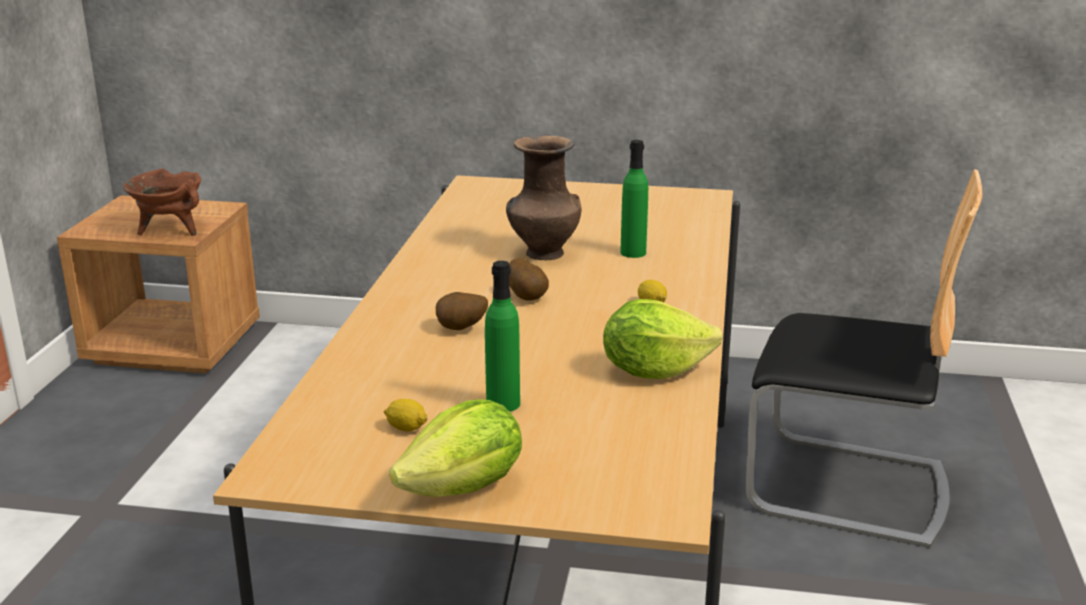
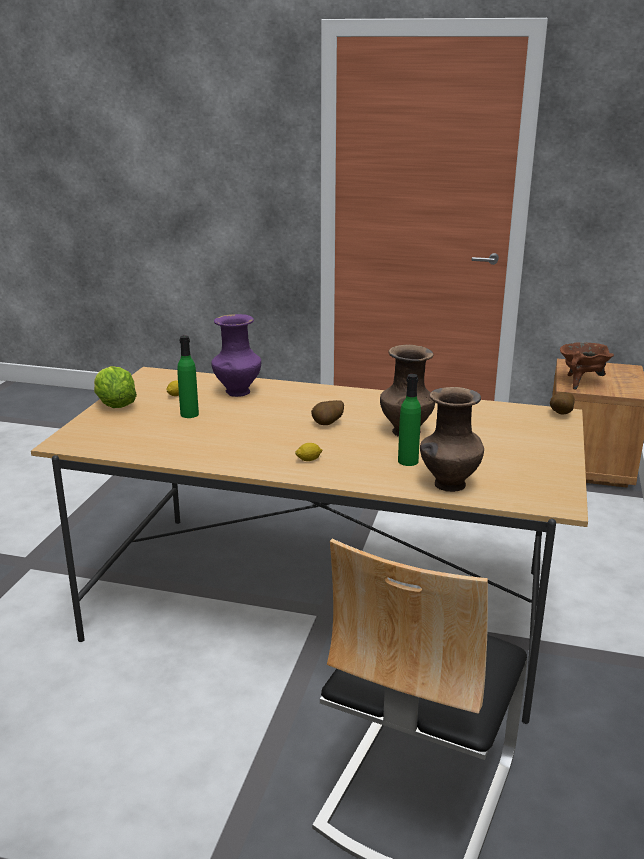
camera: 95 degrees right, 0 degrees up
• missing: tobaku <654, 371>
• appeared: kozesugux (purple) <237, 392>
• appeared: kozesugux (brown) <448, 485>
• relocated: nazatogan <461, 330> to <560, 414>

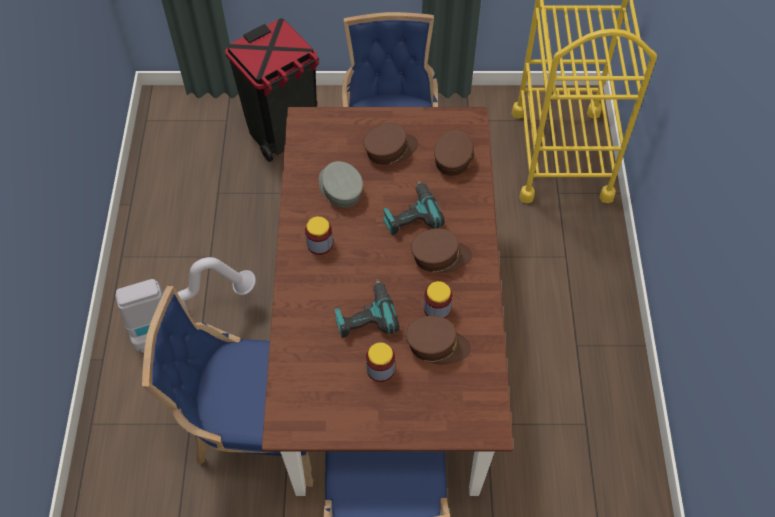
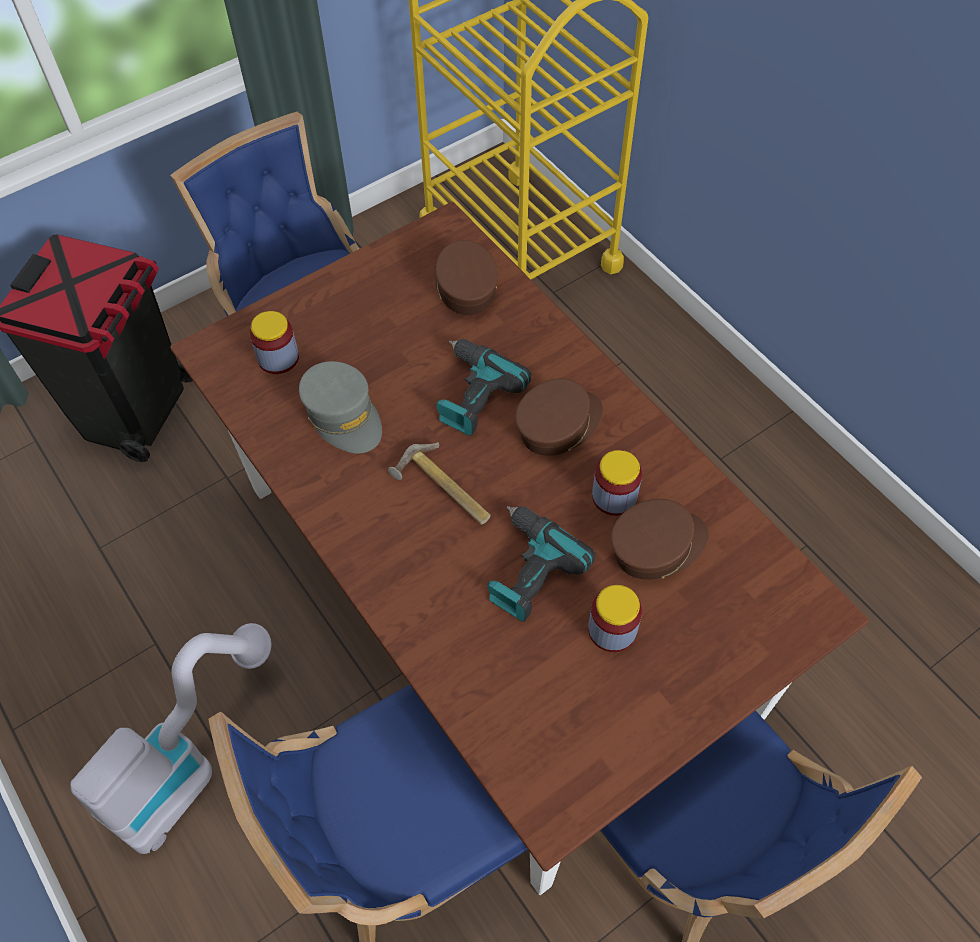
camera: 35 degrees left, 0 degrees up
• missing: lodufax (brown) <390, 150>
• appeared: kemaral <442, 491>
• relocated: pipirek <319, 244> to <278, 358>
• spun: lodufax (grey) <340, 189> = <343, 416> 150 degrees counterclockwise

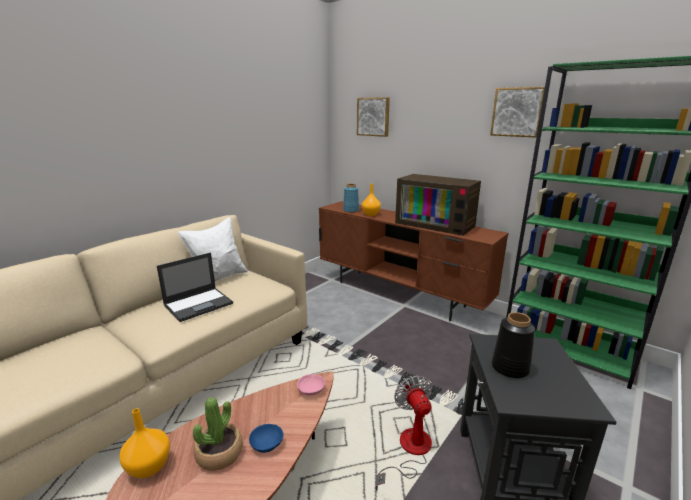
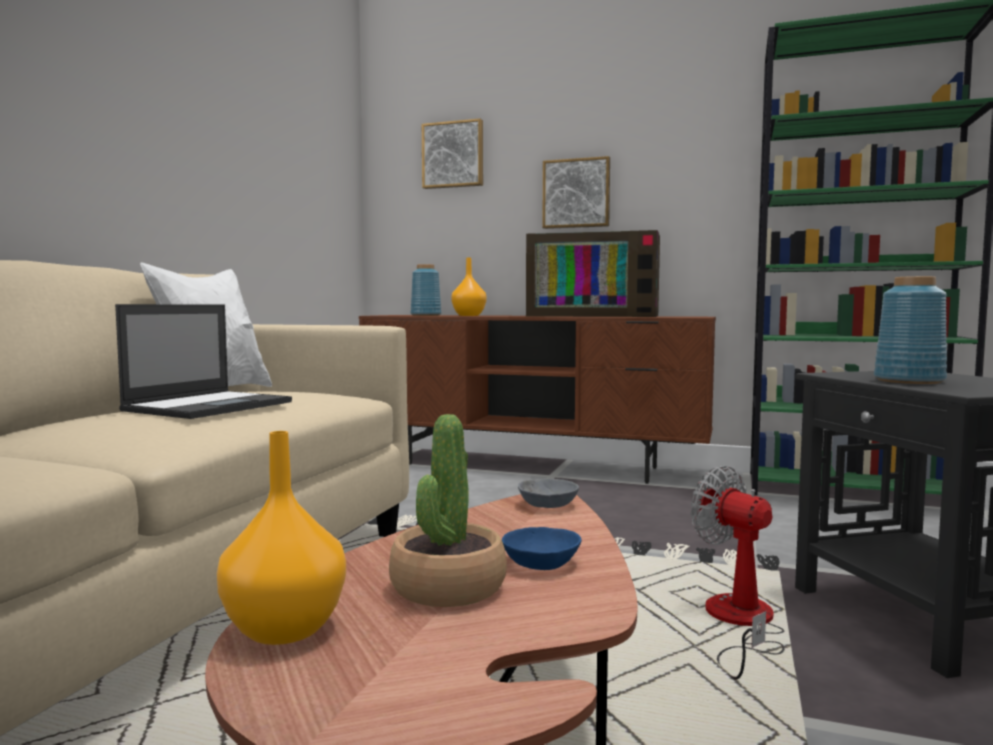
camera: 20 degrees left, 15 degrees down
• relocated: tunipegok <518, 112> to <576, 193>
• colour: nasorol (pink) <311, 391> to nasorol (grey) <548, 505>
• colour: kozesugux (black) <509, 367> to kozesugux (blue) <908, 381>

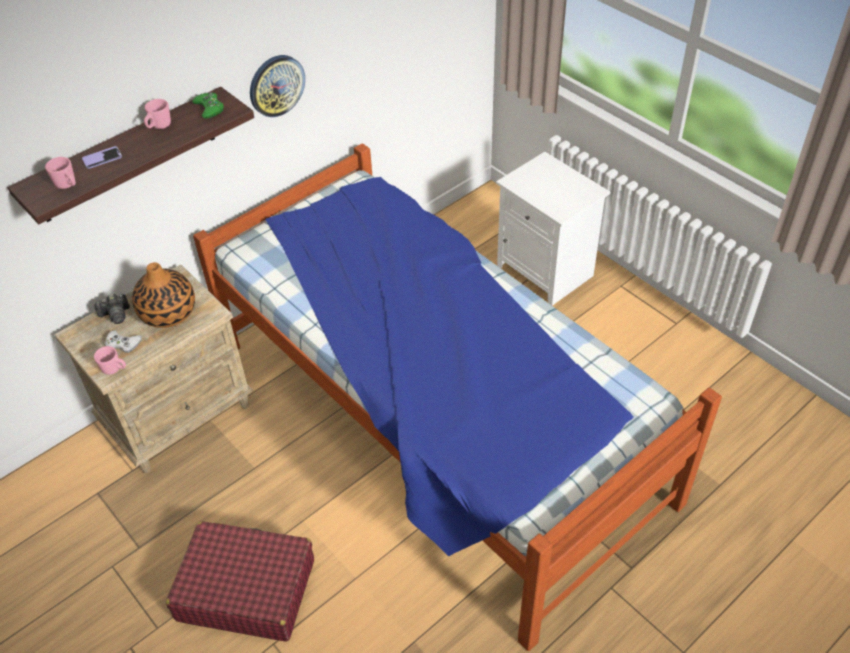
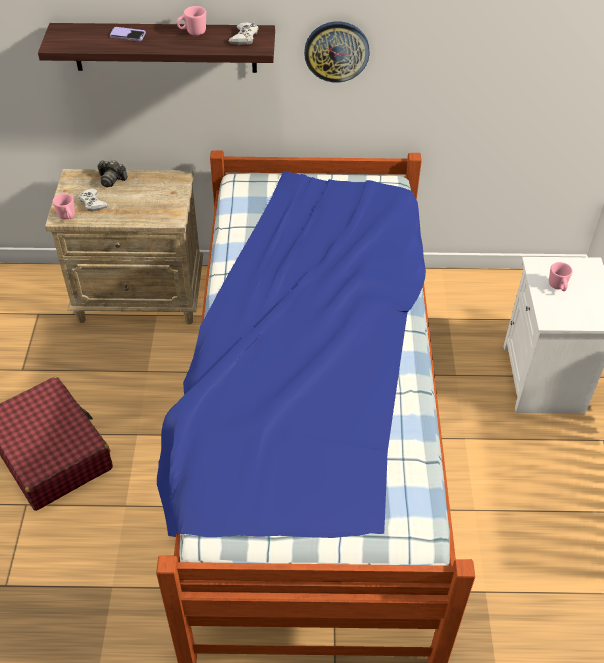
camera: 40 degrees right, 0 degrees up
• missing: kozesugux <168, 313>
• relocated: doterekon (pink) <68, 185> to <558, 287>
• colour: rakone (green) <209, 108> to rakone (white) <244, 37>

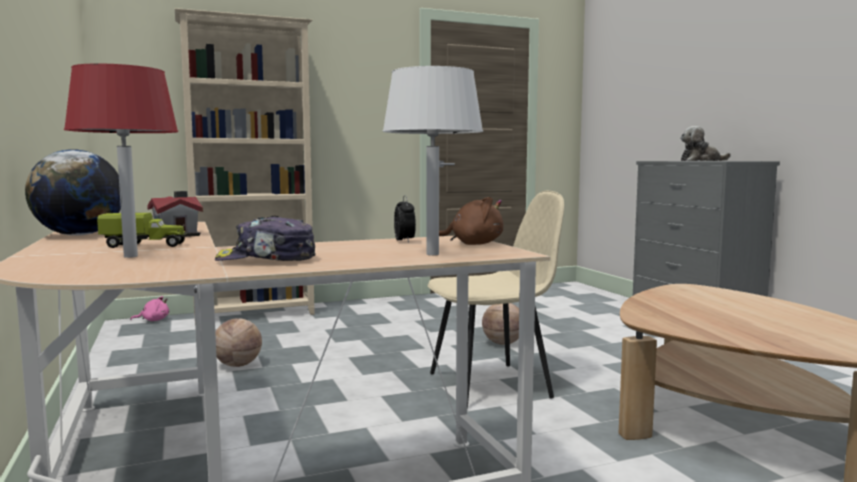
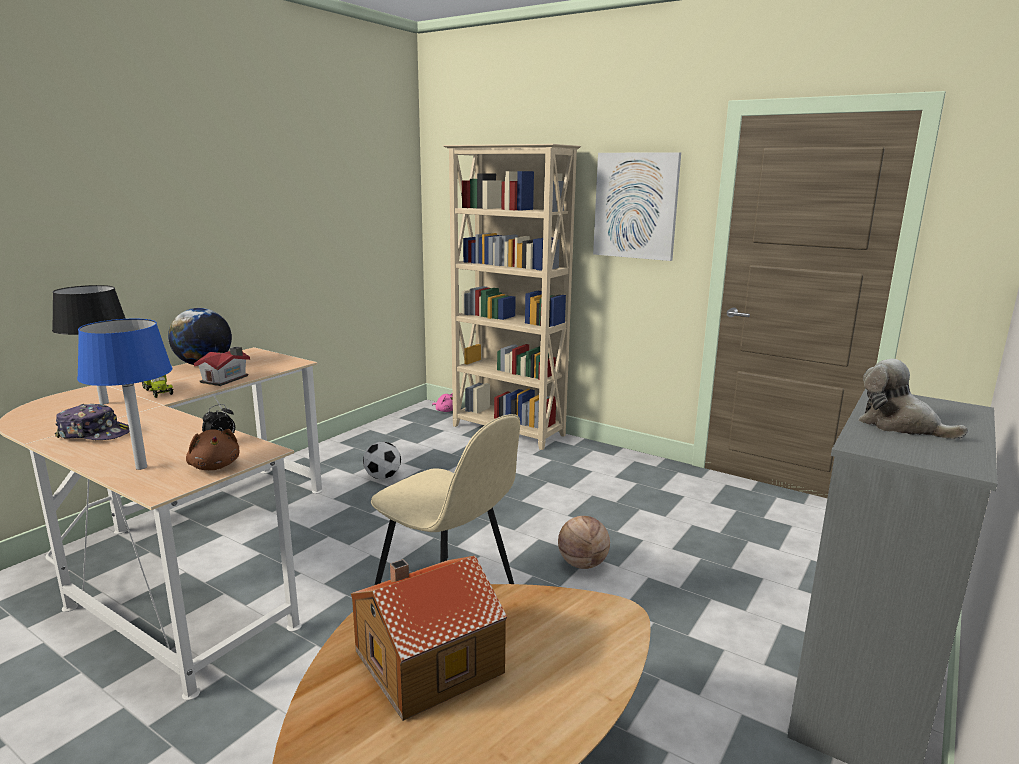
camera: 55 degrees right, 10 degrees up
• appeared: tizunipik <425, 661>
• appeared: tunipegok <636, 206>
• exchanged: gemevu <238, 365> to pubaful <382, 477>
• colour: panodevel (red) <130, 256> to panodevel (black) <104, 403>
• colour: panodevel (white) <432, 254> to panodevel (blue) <141, 467>
• spun: lodufax <267, 260> = <94, 434> 135 degrees clockwise

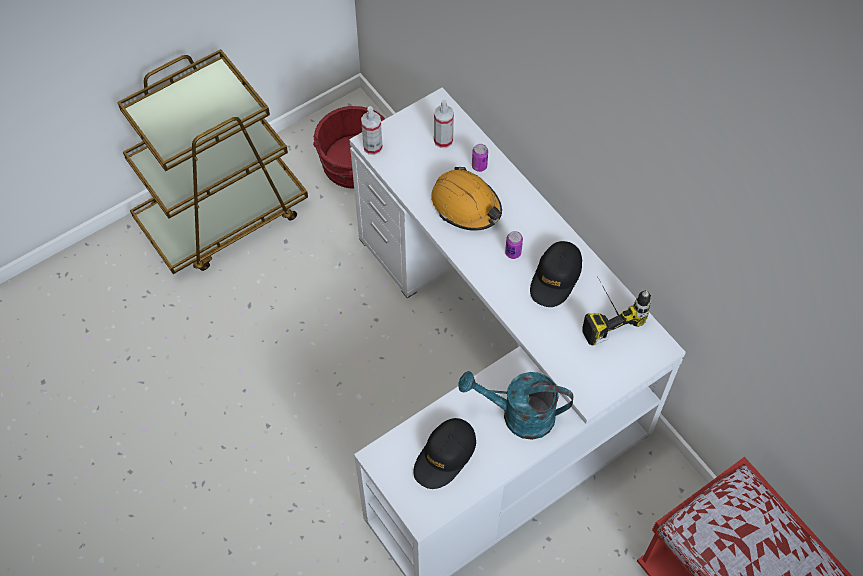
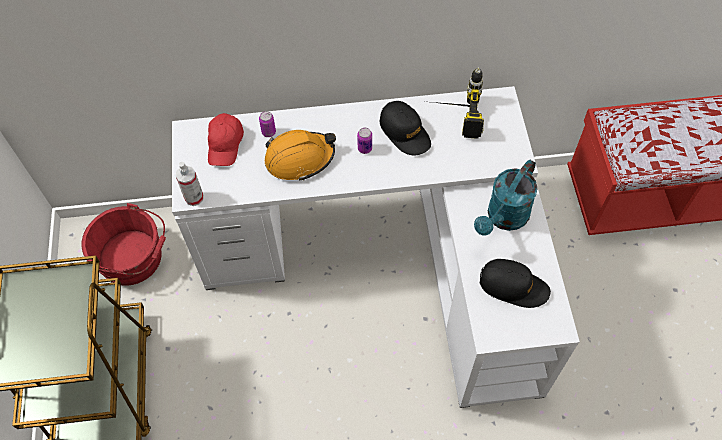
camera: 60 degrees left, 0 degrees up
• exchanged: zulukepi <443, 140> to lodufax (red) <225, 144>
• spun: lodufax (black) <445, 456> = <513, 286> 45 degrees counterclockwise

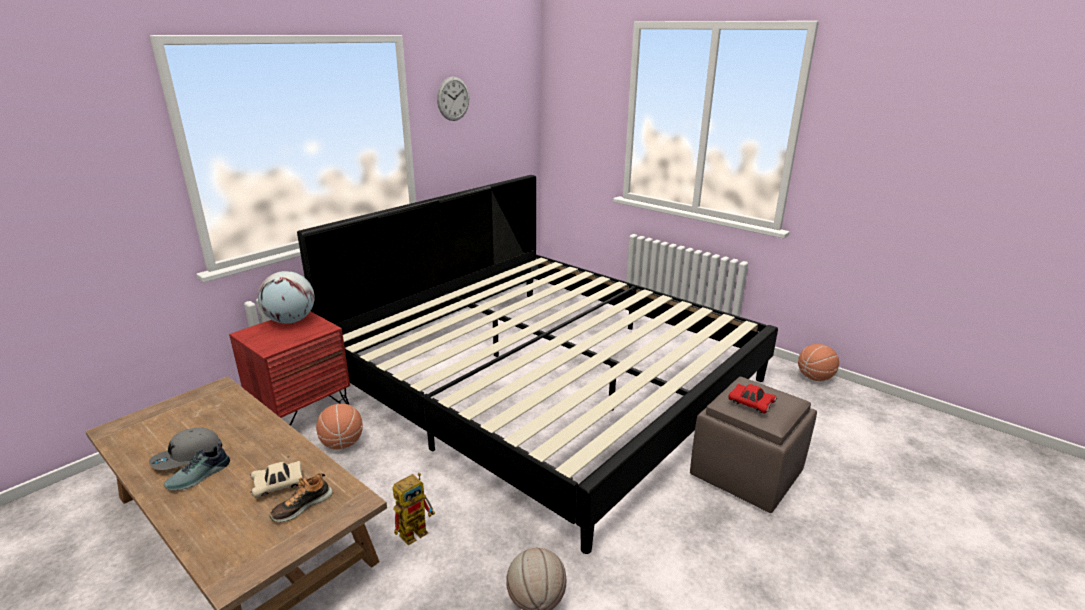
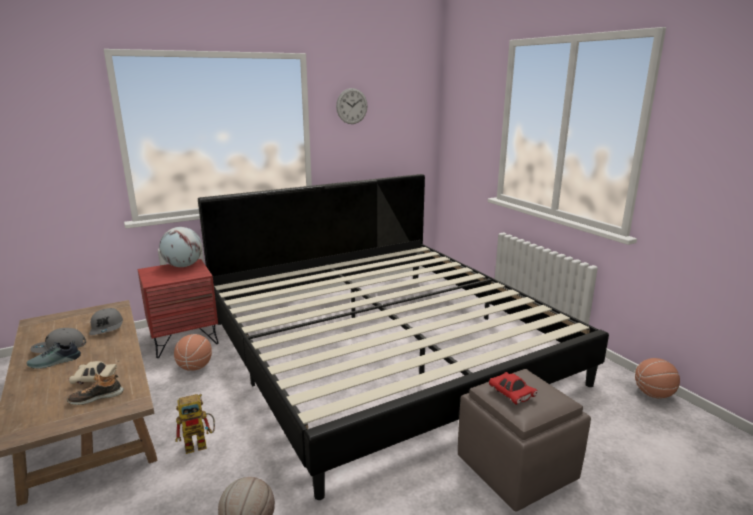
camera: 20 degrees right, 5 degrees down
• appeared: lodufax (grey) <107, 327>

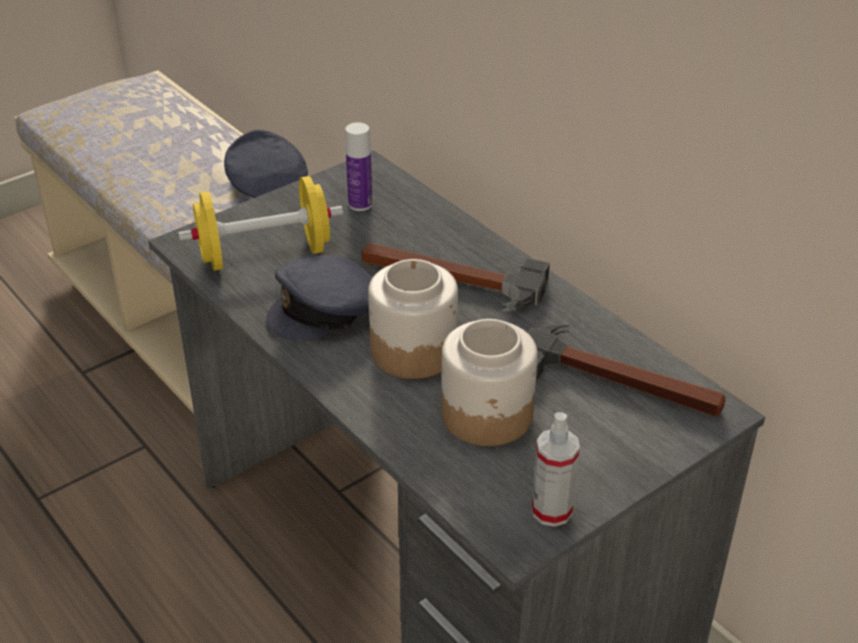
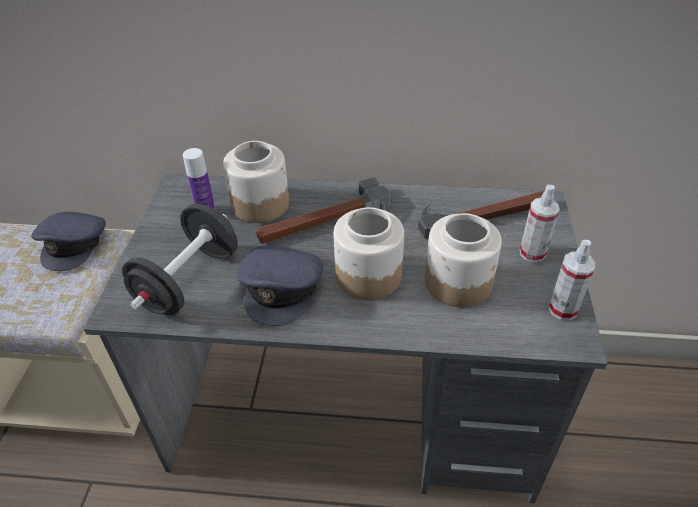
camera: 45 degrees left, 5 degrees up
• appeared: pipirek <260, 204>
• appeared: zulukepi <532, 253>
• colour: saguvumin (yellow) <265, 254> to saguvumin (black) <189, 281>
• spun: lodufax (grey) <265, 183> = <74, 244> 105 degrees counterclockwise

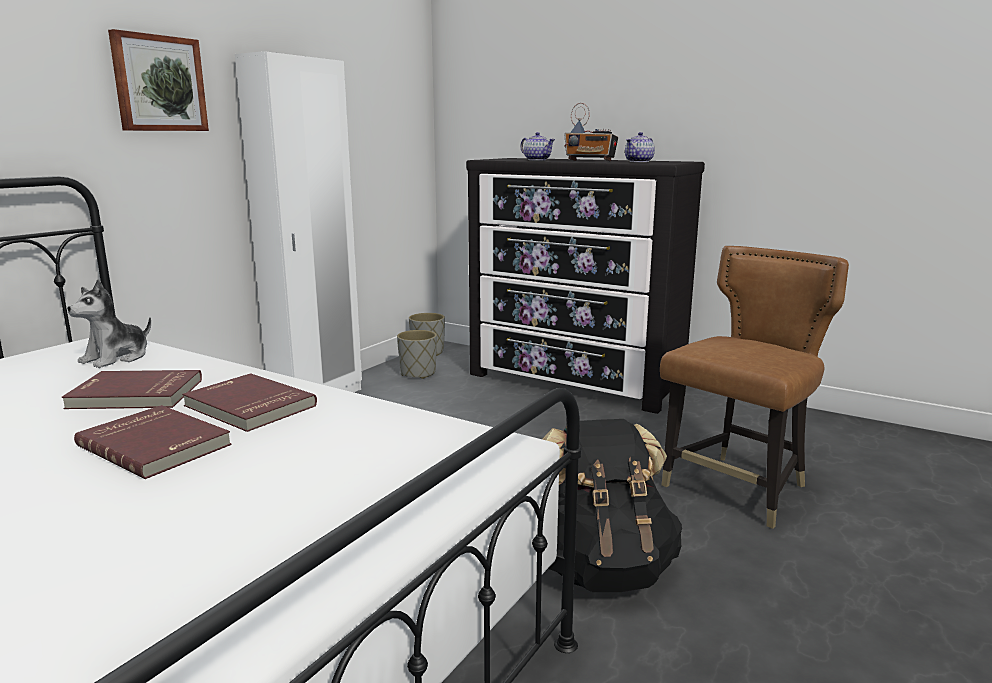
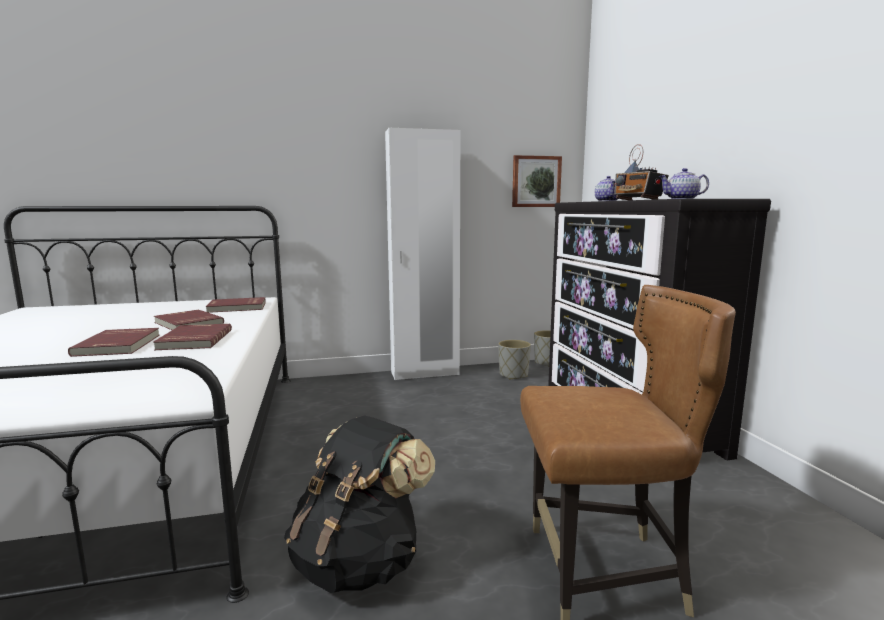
camera: 45 degrees right, 5 degrees down
• relocated: tunipegok <159, 83> to <536, 181>
• exchanged: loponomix <116, 358> to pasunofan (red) <237, 307>

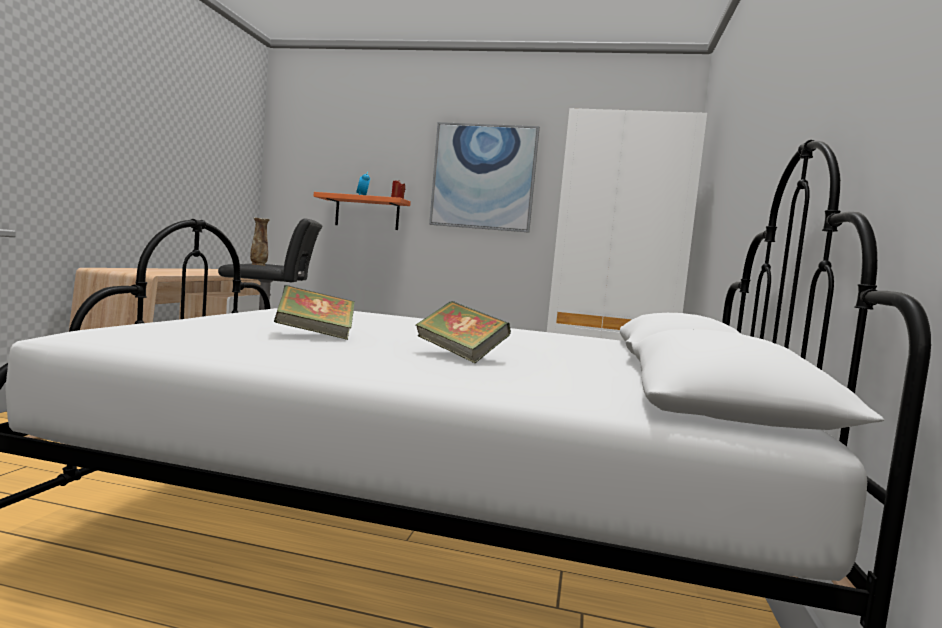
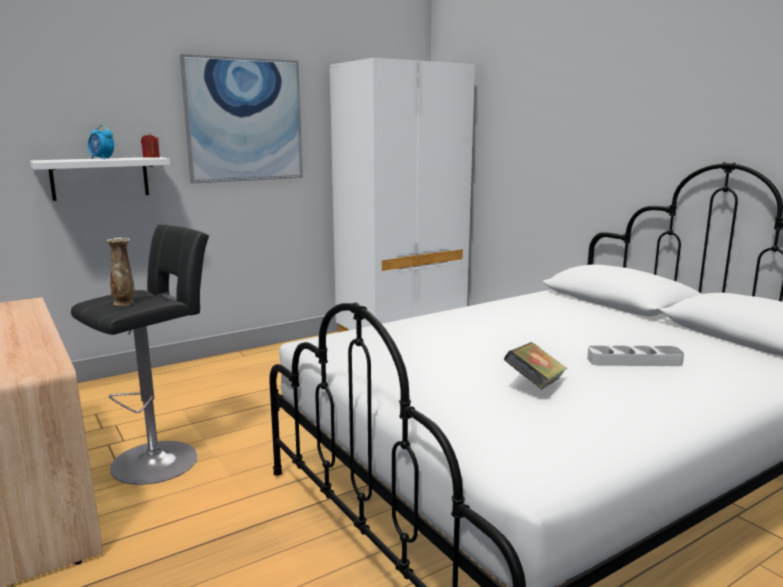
camera: 45 degrees left, 10 degrees up
• exchanged: pasunofan <460, 355> to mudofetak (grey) <634, 361>
• colour: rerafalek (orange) <367, 213> to rerafalek (white) <100, 178>

